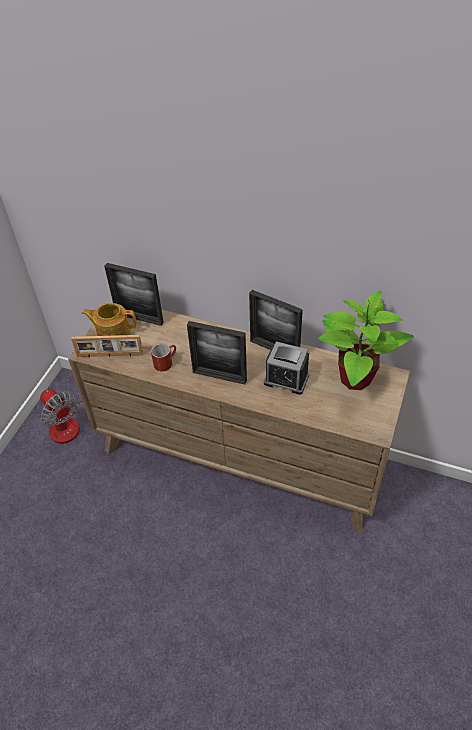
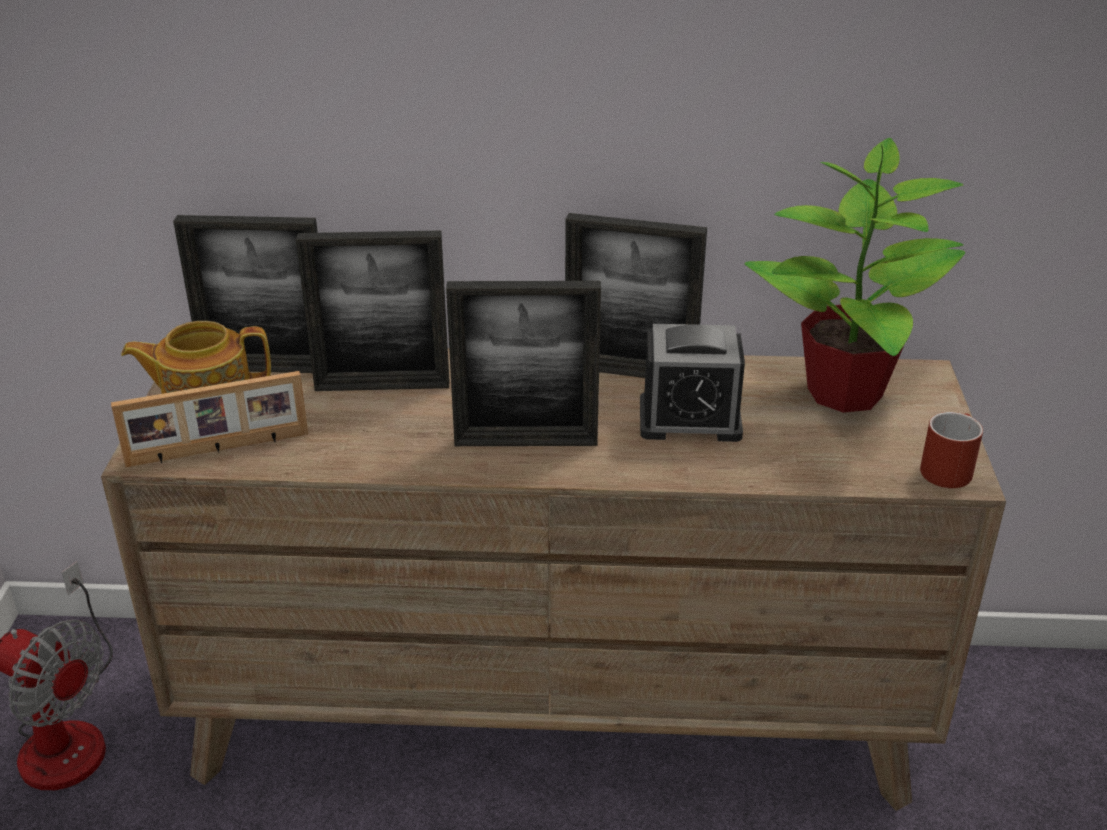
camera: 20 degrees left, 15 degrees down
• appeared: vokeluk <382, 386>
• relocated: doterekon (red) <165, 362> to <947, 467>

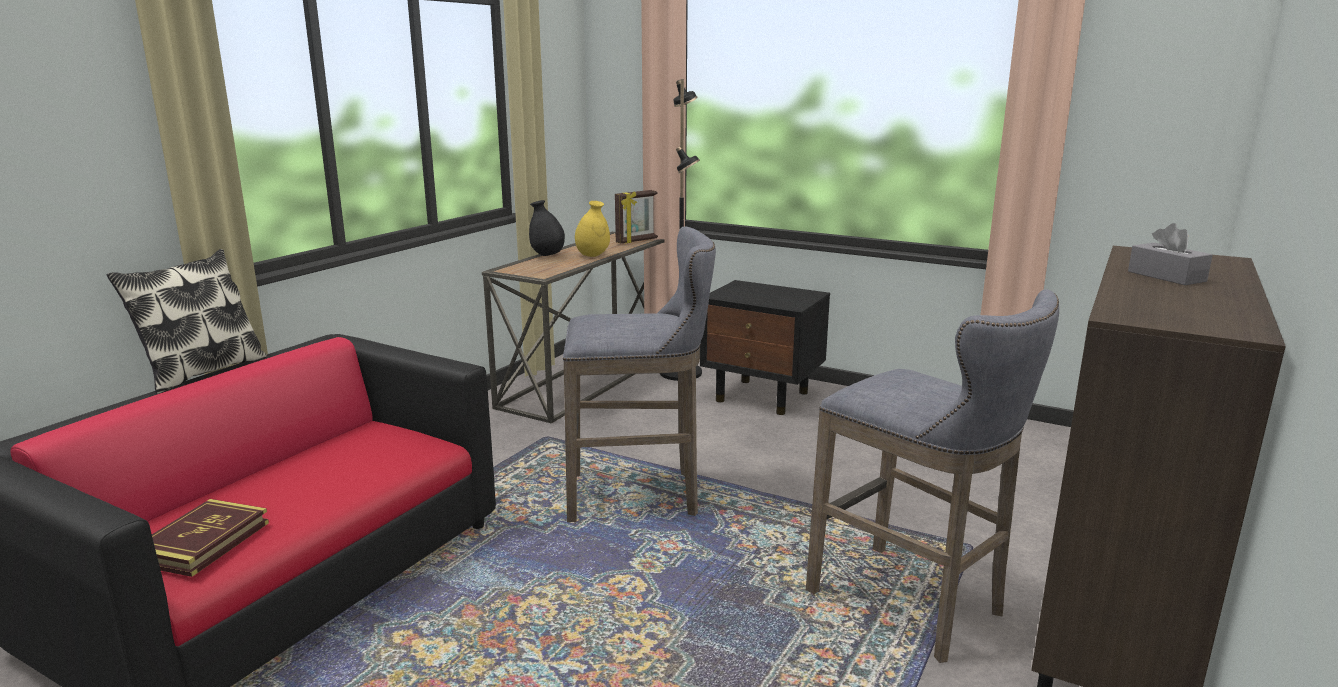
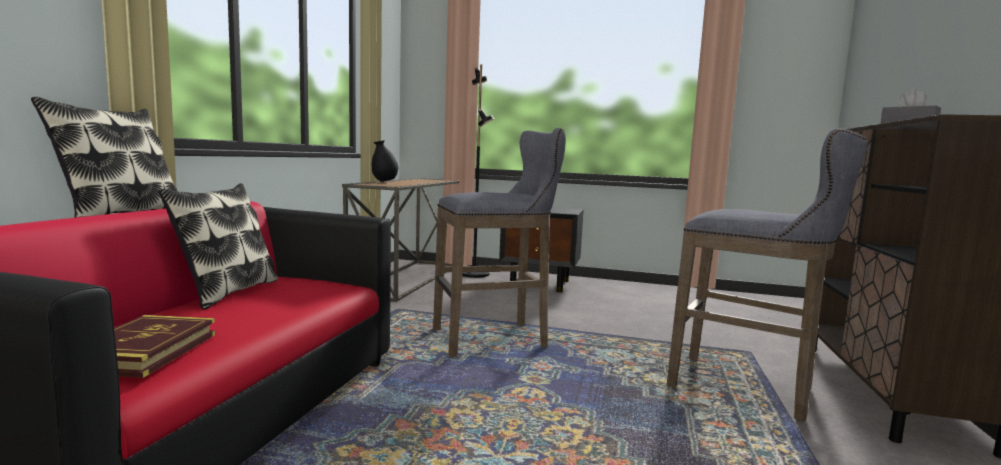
camera: 15 degrees left, 10 degrees down
• missing: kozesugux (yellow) <592, 255>
• missing: vokeluk <638, 240>
• appeared: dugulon <227, 292>

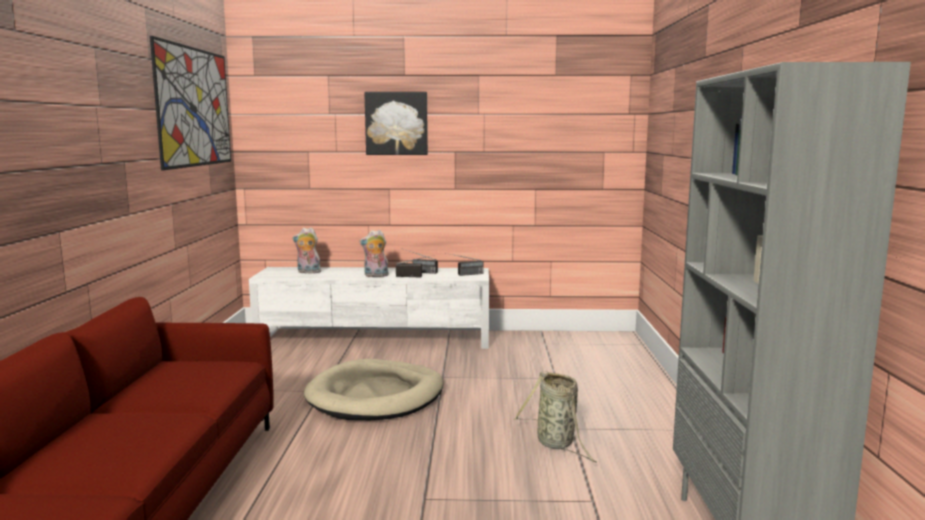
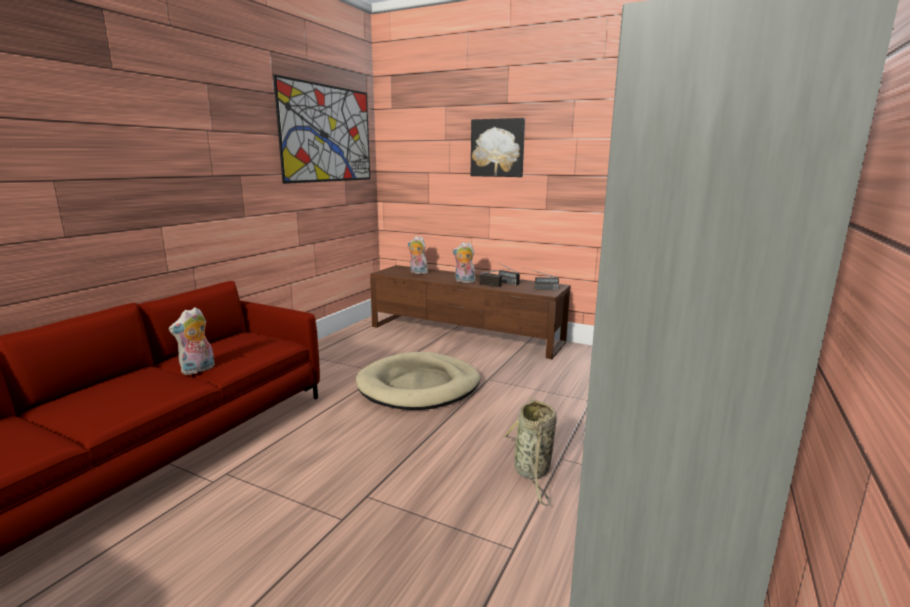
camera: 25 degrees right, 5 degrees up
• appeared: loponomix <198, 370>
• colour: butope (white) <375, 338> to butope (brown) <465, 334>

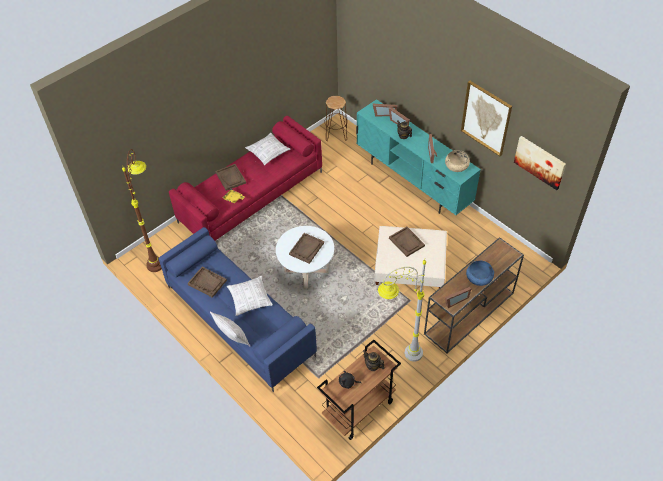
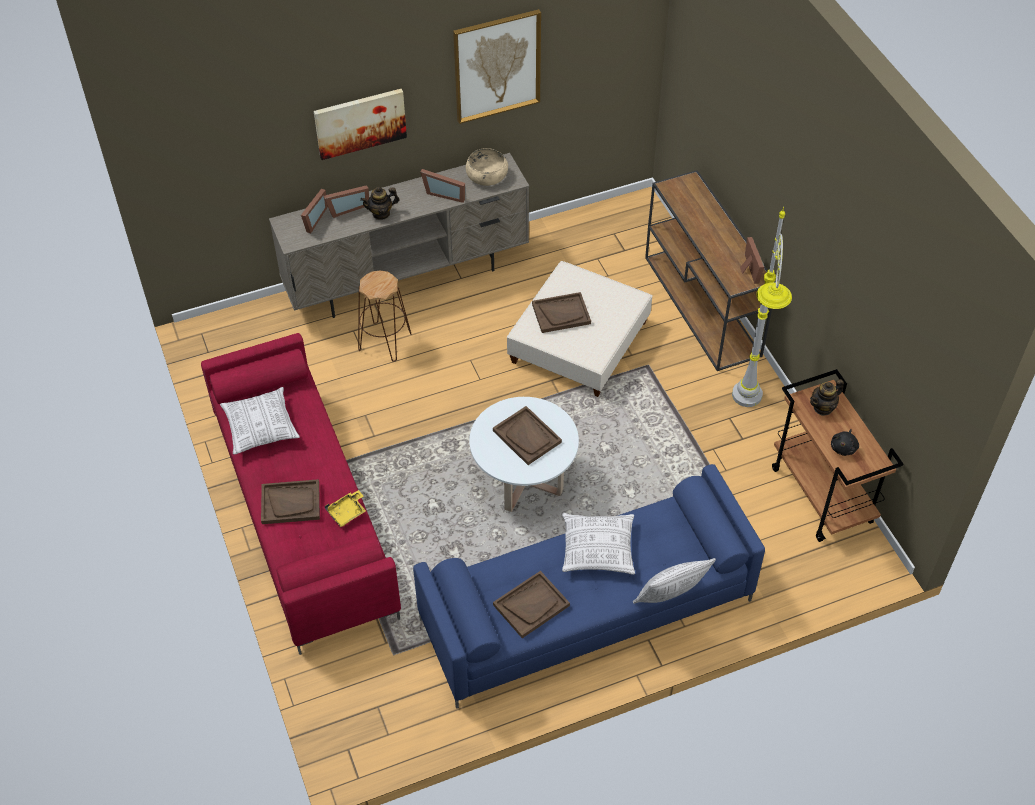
camera: 70 degrees left, 0 degrees up
• missing: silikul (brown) <157, 254>
• missing: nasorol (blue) <479, 277>
• relocated: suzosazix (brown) <336, 134> to <385, 342>
• relocated: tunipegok <540, 162> to <360, 122>
• colour: butope (turquoise) <413, 182> to butope (beige) <408, 278>

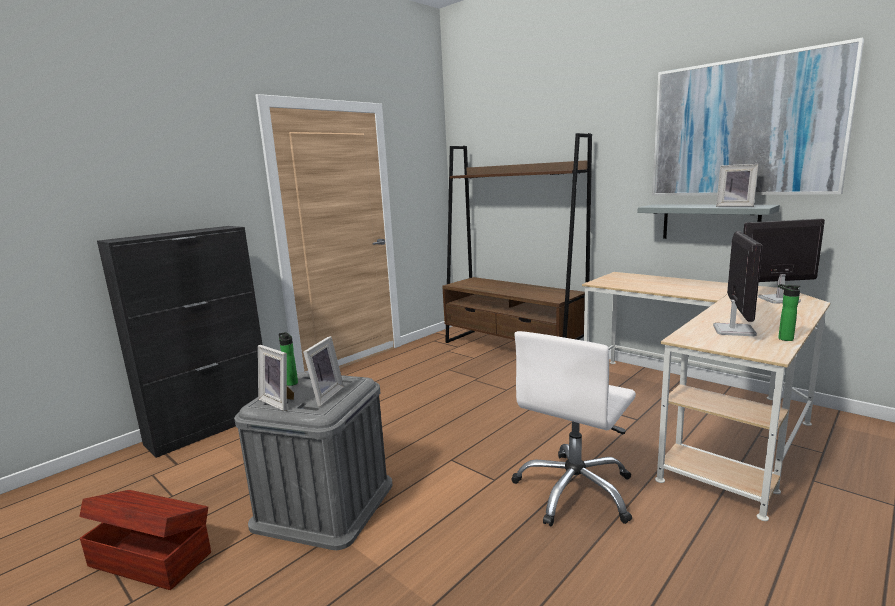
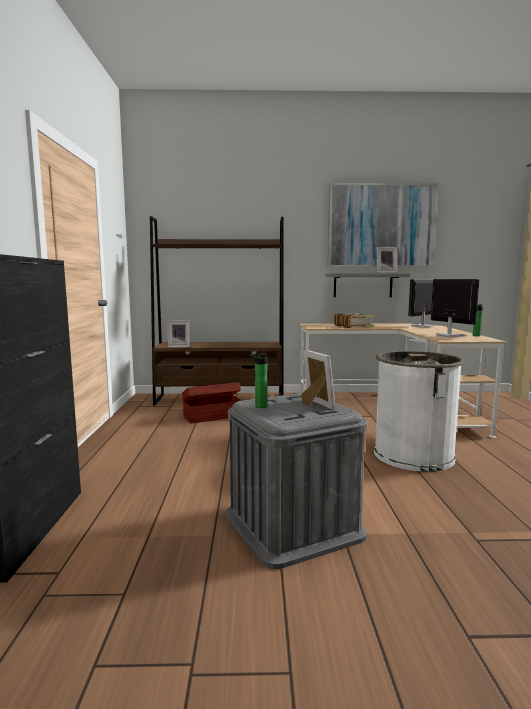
camera: 45 degrees left, 5 degrees down
• appeared: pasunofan <352, 326>
• relocated: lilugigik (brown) <151, 558> to <211, 416>
• relocated: vokeluk <280, 401> to <179, 346>
• exchanged: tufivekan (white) <575, 491> to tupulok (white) <413, 455>

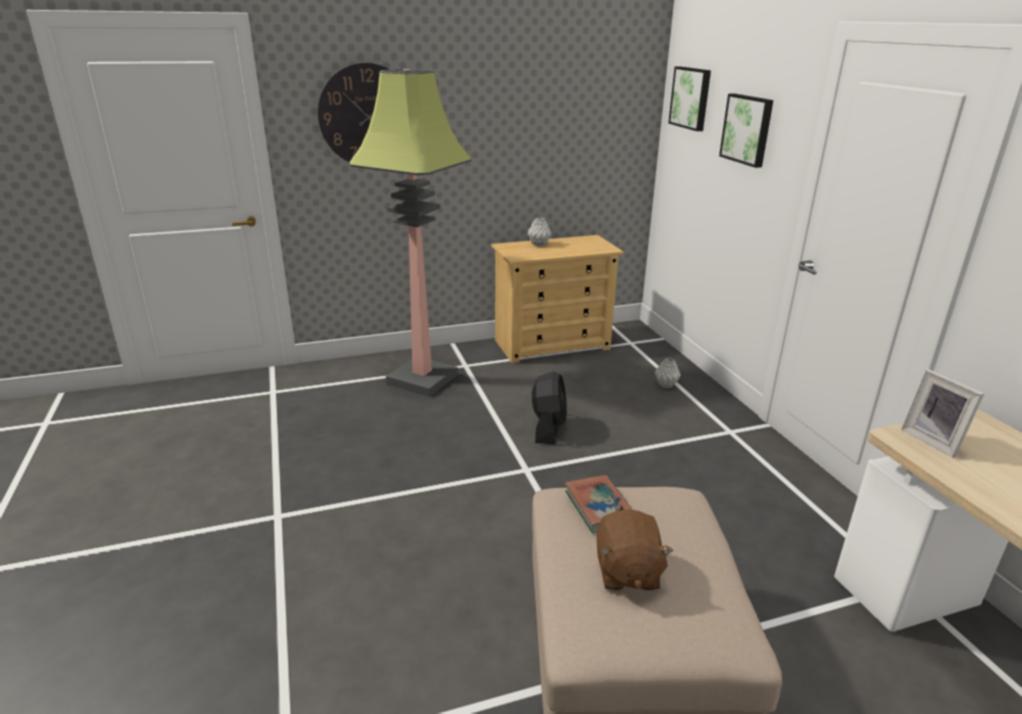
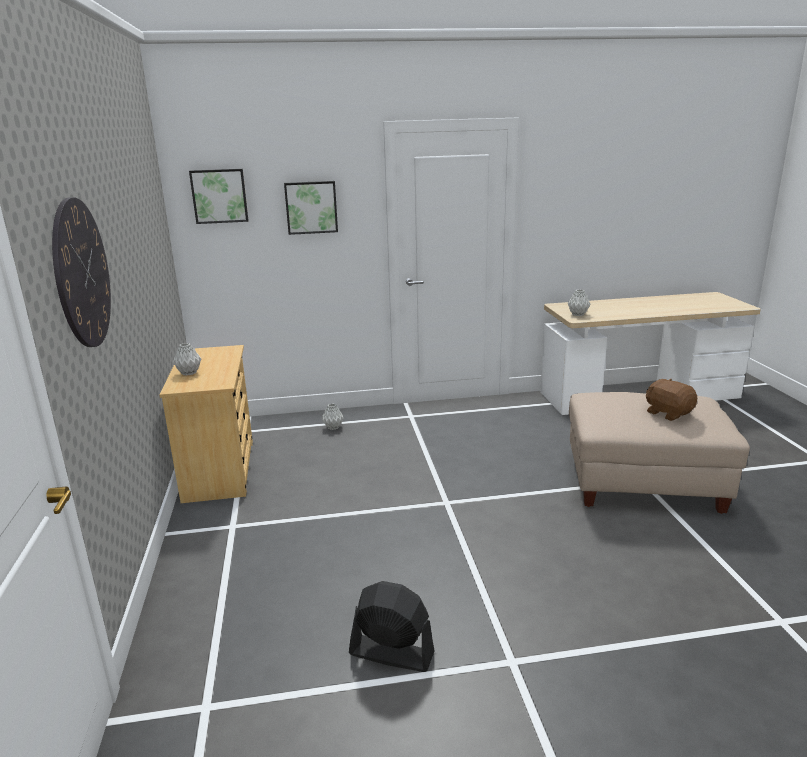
camera: 80 degrees left, 5 degrees down
• missing: silikul <423, 379>
• missing: pasunofan <599, 507>
• relocated: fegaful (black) <548, 428> to <391, 653>
• exchanged: vokeluk <934, 440> to kozesugux (grey) <578, 314>
• spun: loponomix (brown) <627, 572> = <668, 413> 135 degrees counterclockwise

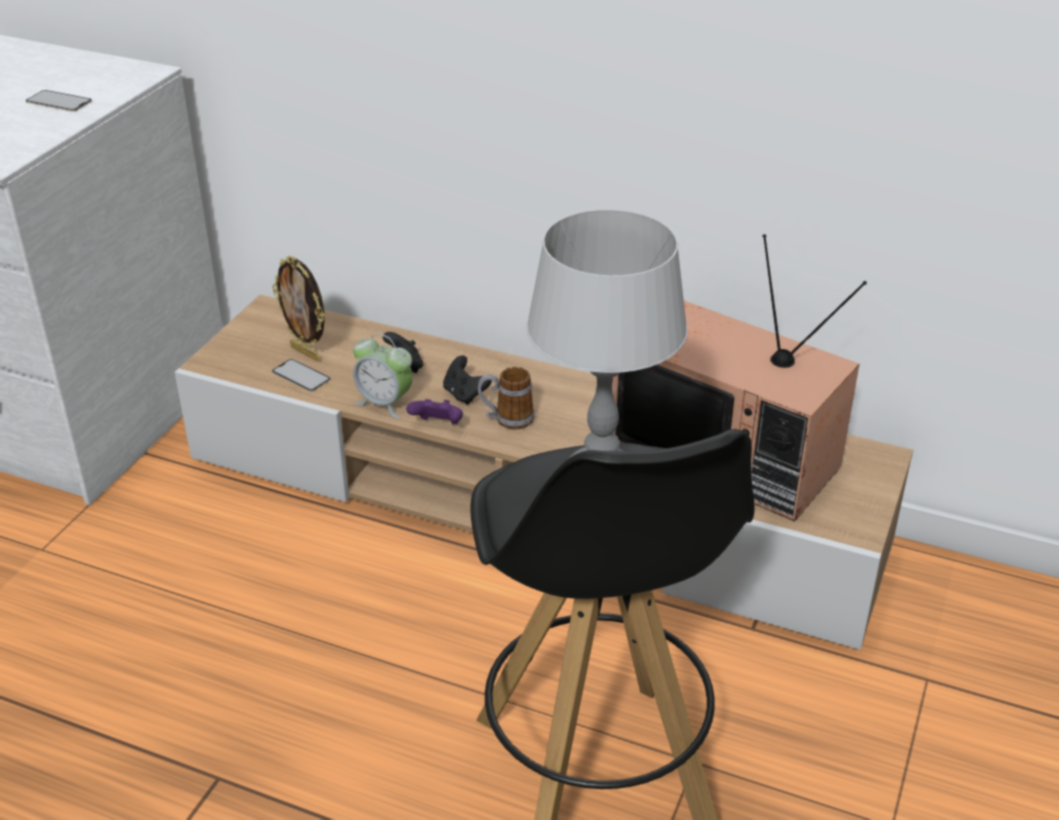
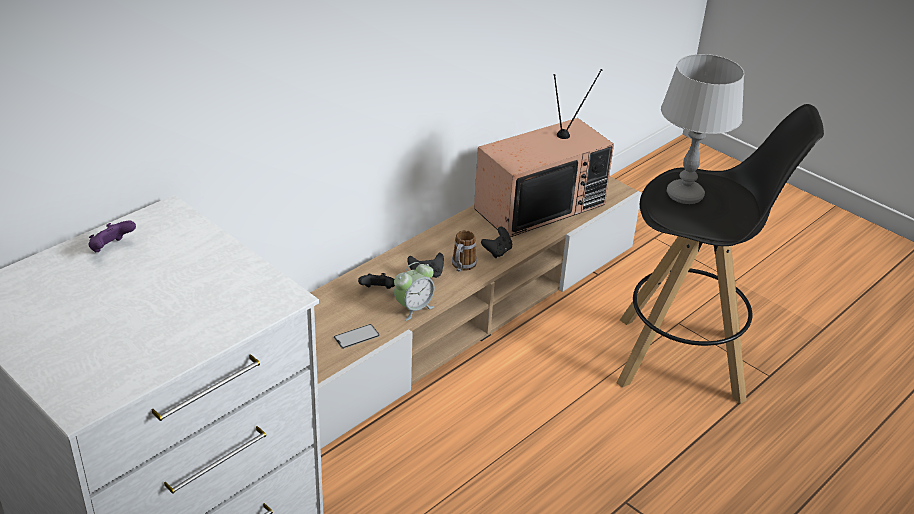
camera: 70 degrees left, 0 degrees up
• missing: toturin <59, 101>
• missing: vokeluk <306, 353>
• appeared: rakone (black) <497, 251>
• relocated: rakone (purple) <438, 426> to <111, 248>

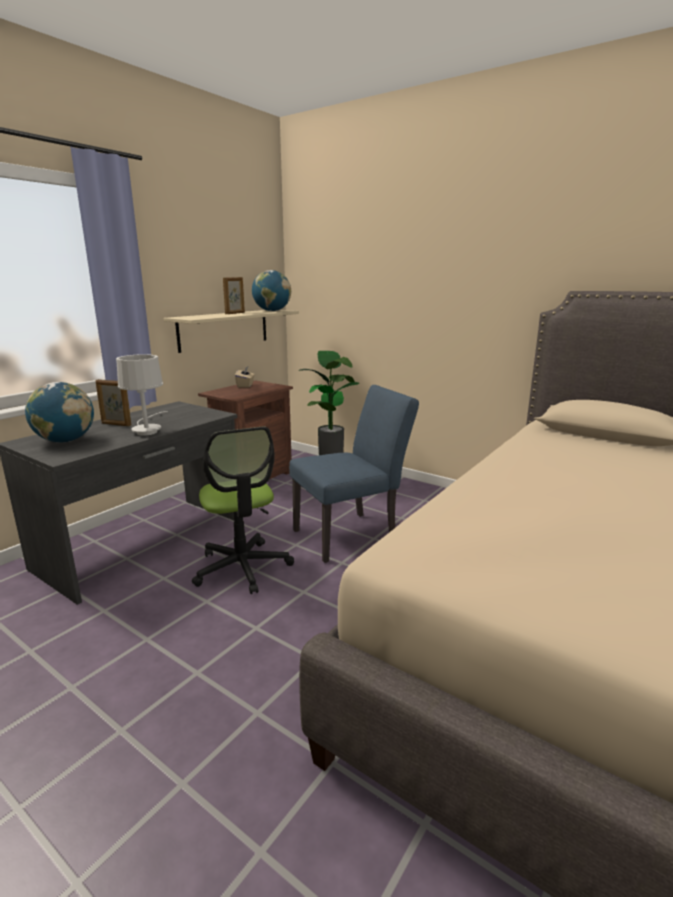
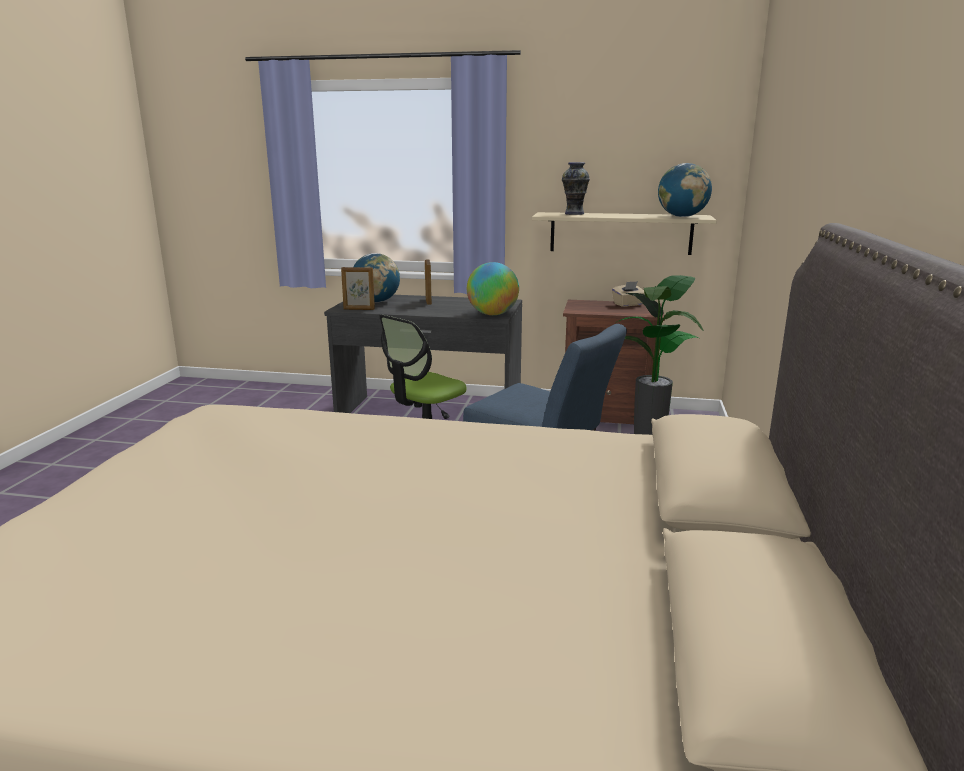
camera: 65 degrees right, 0 degrees up
• missing: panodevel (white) <147, 430>
• appeared: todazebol <492, 314>
• appeared: kozesugux <574, 213>
• relocated: vokeluk <235, 313> to <359, 309>

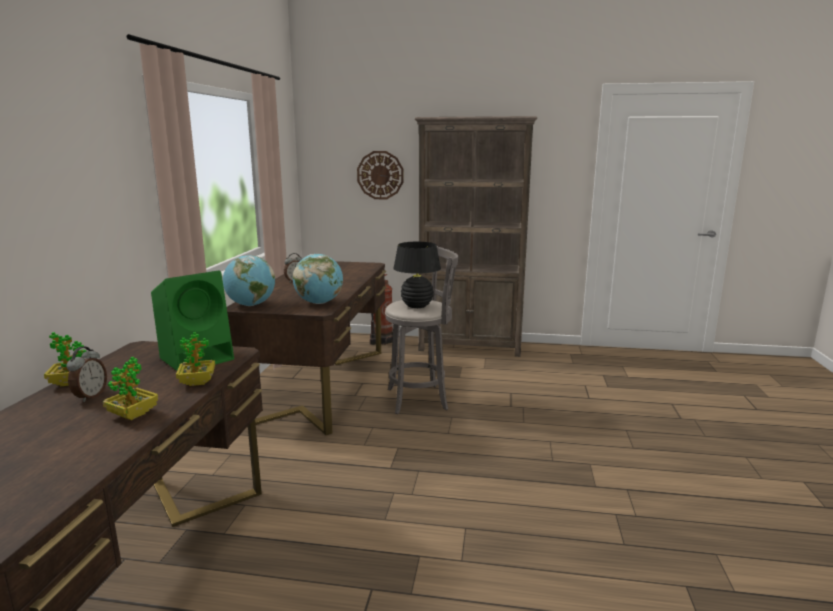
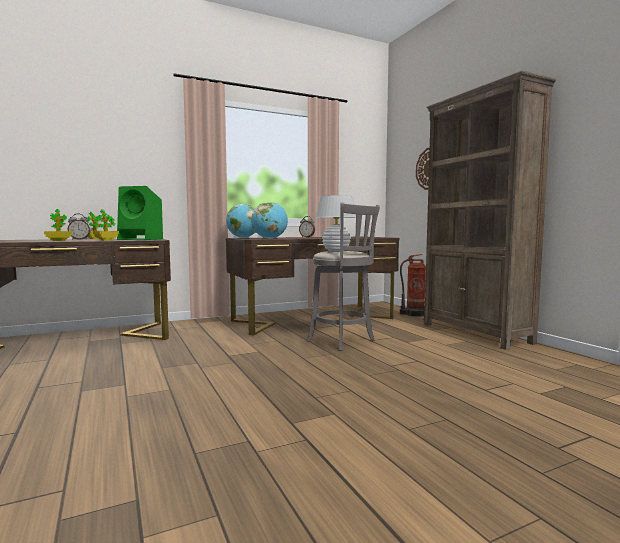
camera: 55 degrees right, 10 degrees down
• colour: panodevel (black) <417, 306> to panodevel (white) <336, 251>

